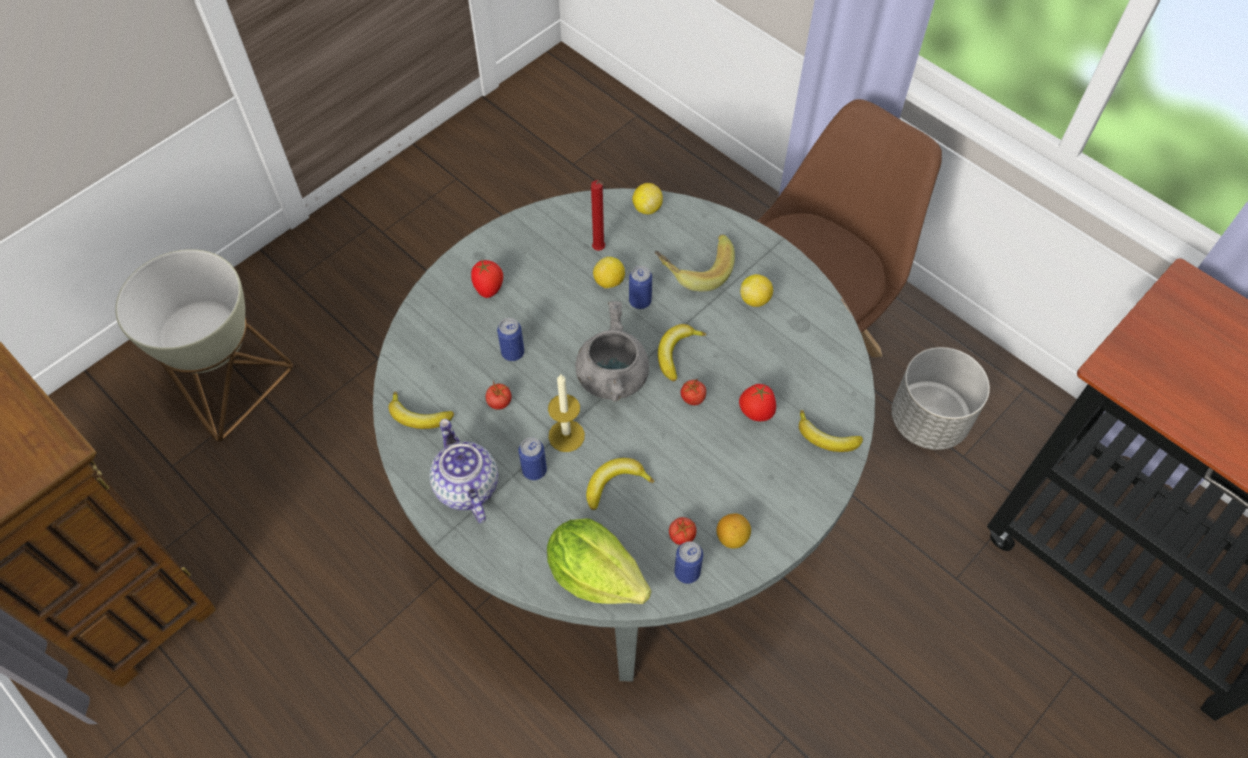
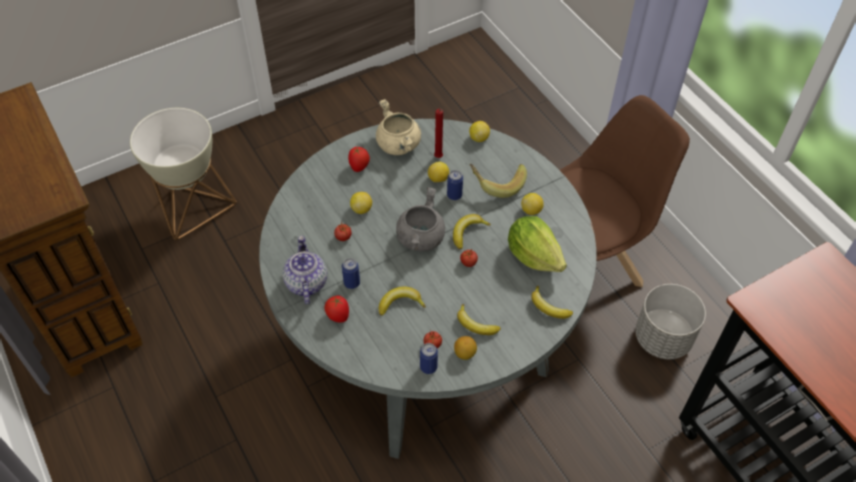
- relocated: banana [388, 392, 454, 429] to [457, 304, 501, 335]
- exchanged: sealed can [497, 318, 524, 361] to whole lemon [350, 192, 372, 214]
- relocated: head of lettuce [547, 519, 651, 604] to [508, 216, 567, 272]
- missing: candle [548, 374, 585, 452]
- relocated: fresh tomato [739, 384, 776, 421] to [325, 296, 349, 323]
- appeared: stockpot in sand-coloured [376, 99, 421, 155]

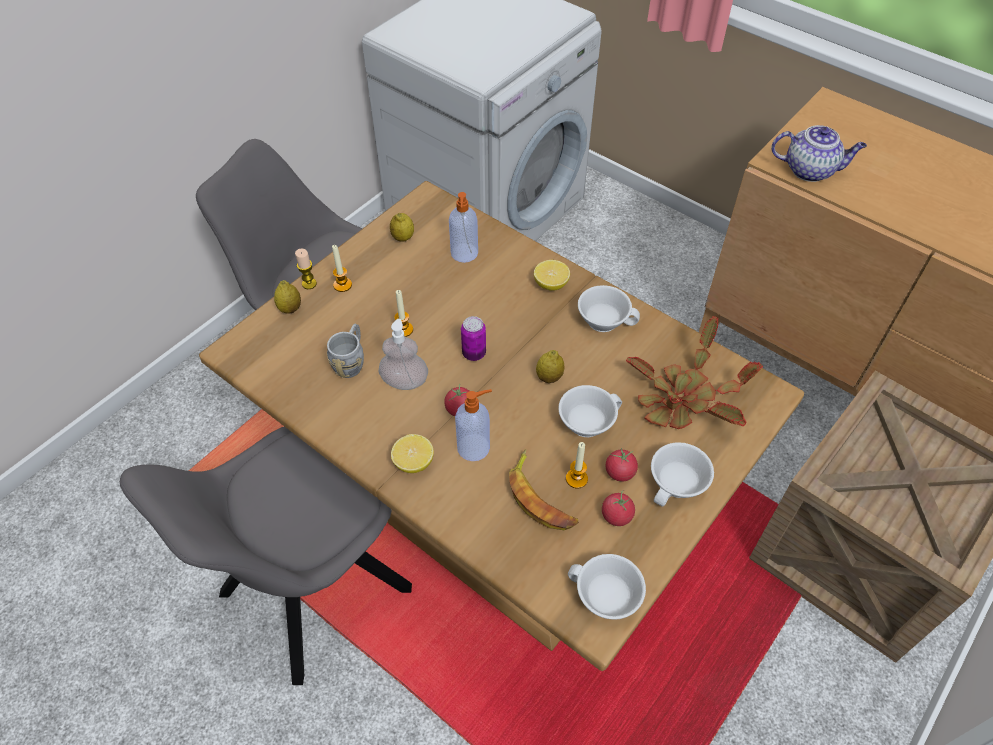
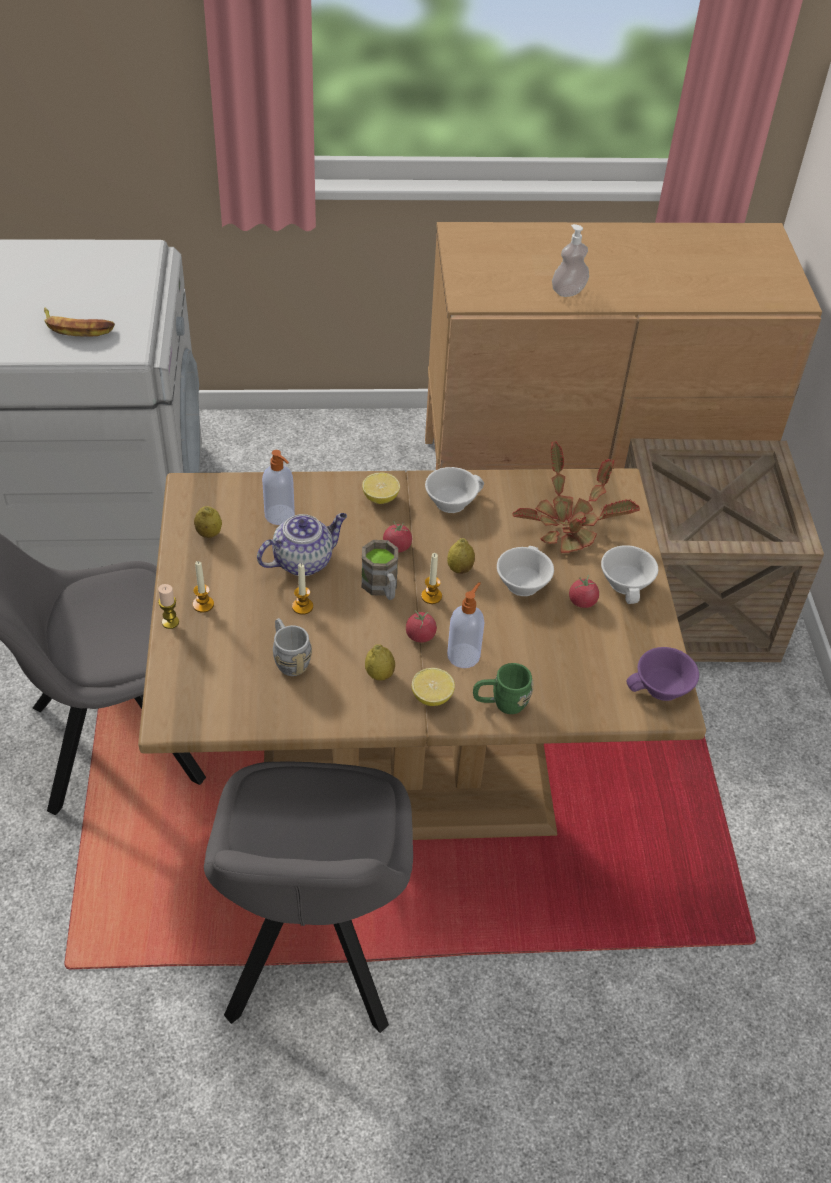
- relocated: whole lemon [274, 280, 301, 314] to [365, 644, 395, 680]
- relocated: soap dispenser [379, 319, 428, 390] to [552, 224, 589, 297]
- exchanged: sealed can [461, 316, 486, 361] to coffee mug in brown-coloured [361, 540, 398, 600]
- relocated: banana [509, 449, 579, 530] to [44, 308, 115, 337]
- relocated: candle [566, 442, 588, 489] to [421, 553, 442, 604]
- colour: small cup in white-coloured [568, 554, 646, 620] to small cup in purplish [626, 647, 699, 701]
- relocated: fresh tomato [602, 490, 635, 526] to [383, 520, 412, 552]
- relocated: pot for tea [771, 125, 867, 182] to [257, 513, 347, 576]
- appeared: coffee mug in green-coloured [473, 663, 534, 714]

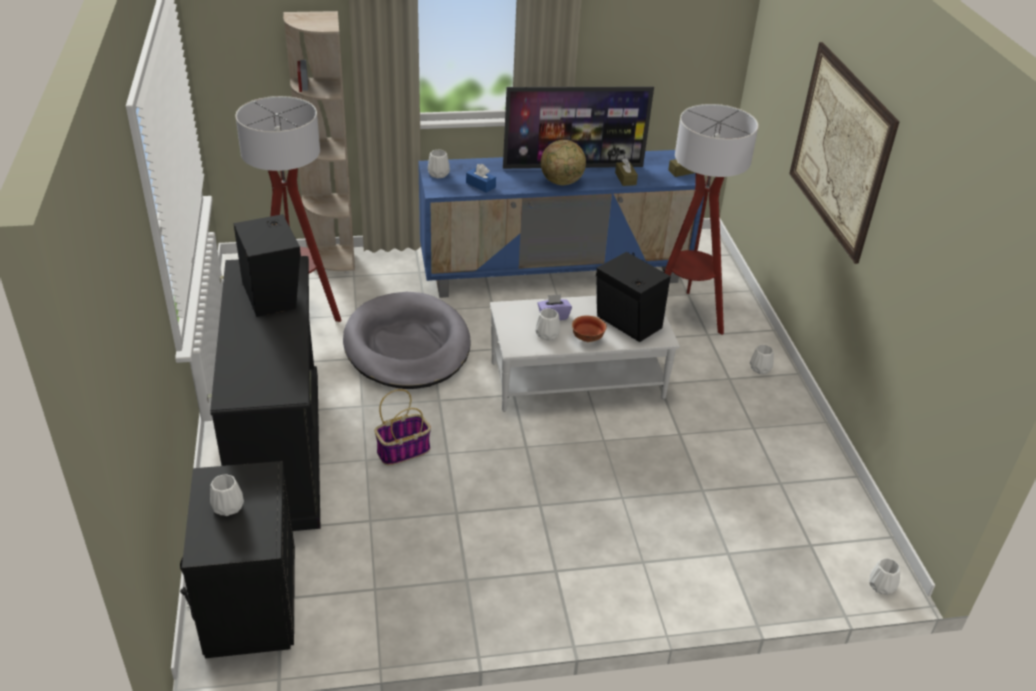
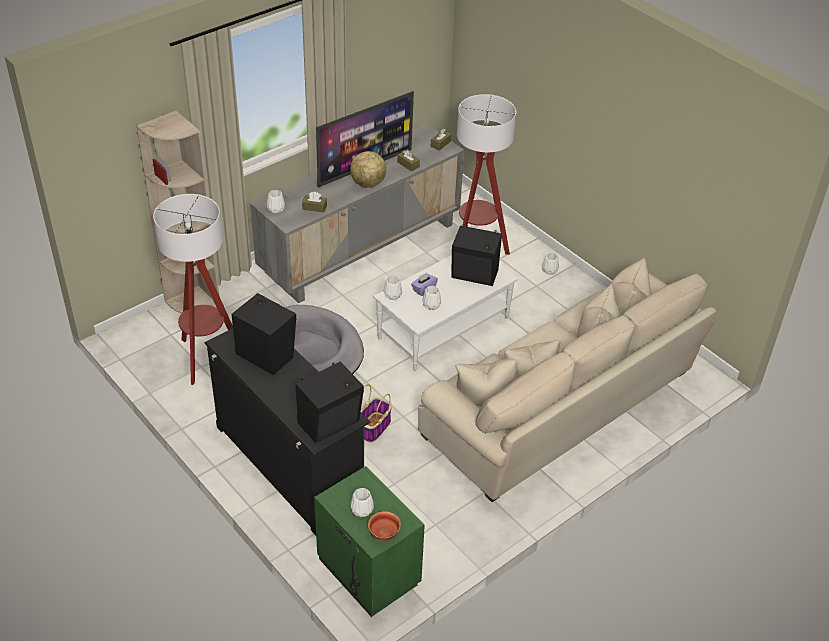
- colour: nightstand in blackish [180, 461, 295, 658] to nightstand in green-coloured [314, 466, 425, 617]
- colour: tv unit in bluish [418, 150, 706, 298] to tv unit in gray [250, 124, 464, 303]
- colour: tissue holder in bluish [466, 164, 496, 193] to tissue holder in brown-coloured [302, 192, 327, 213]
- relocated: deep dish [572, 315, 607, 342] to [368, 511, 401, 541]
- missing: wall art [789, 42, 900, 264]
- relocated: vase in white-coloured [869, 558, 900, 595] to [384, 276, 402, 300]
- appeared: audio speaker in blackish [295, 362, 364, 444]
- appeared: couch in sand-coloured [418, 258, 716, 502]

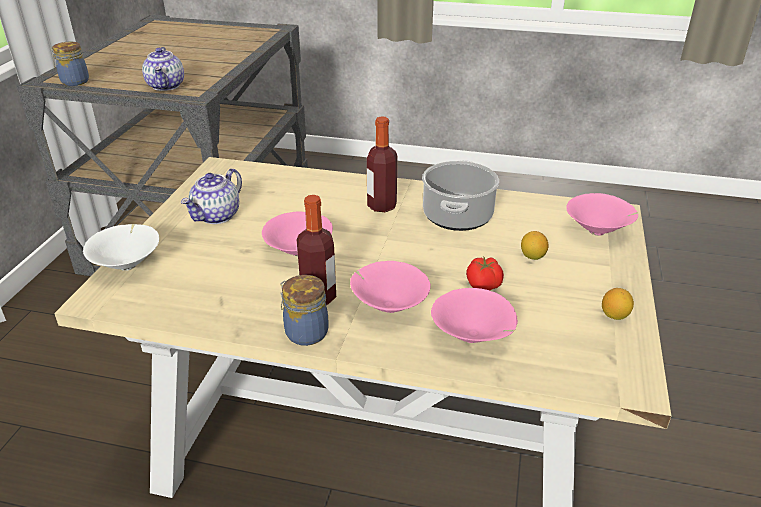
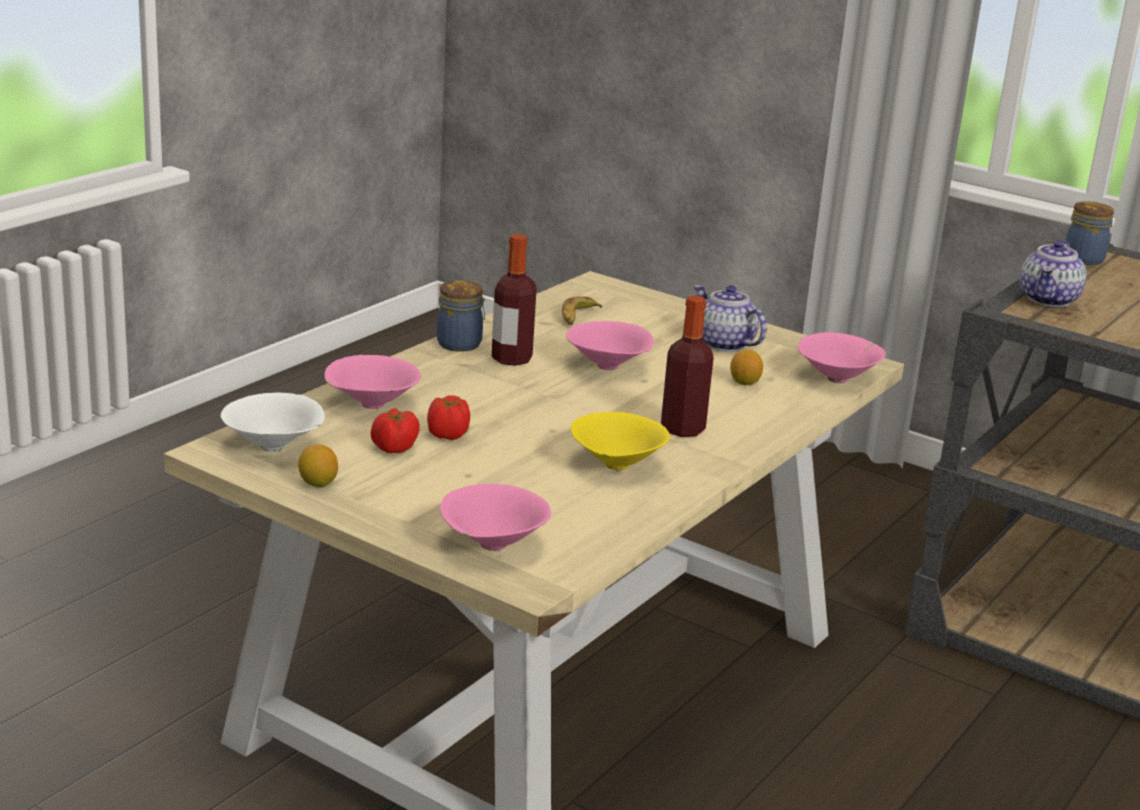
- relocated: deep dish in white-coloured [83, 224, 159, 271] to [220, 393, 325, 452]
- spun: pot for tea [142, 47, 184, 91] = [1020, 240, 1086, 307] 75 degrees counterclockwise
- relocated: deep dish in pinkish [350, 261, 431, 313] to [798, 332, 886, 383]
- exchanged: stockpot [422, 160, 499, 231] to deep dish in yellow [571, 412, 670, 470]
- relocated: whole lemon [521, 231, 548, 260] to [730, 350, 763, 385]
- appeared: fresh tomato [371, 408, 420, 453]
- appeared: banana [562, 296, 602, 325]

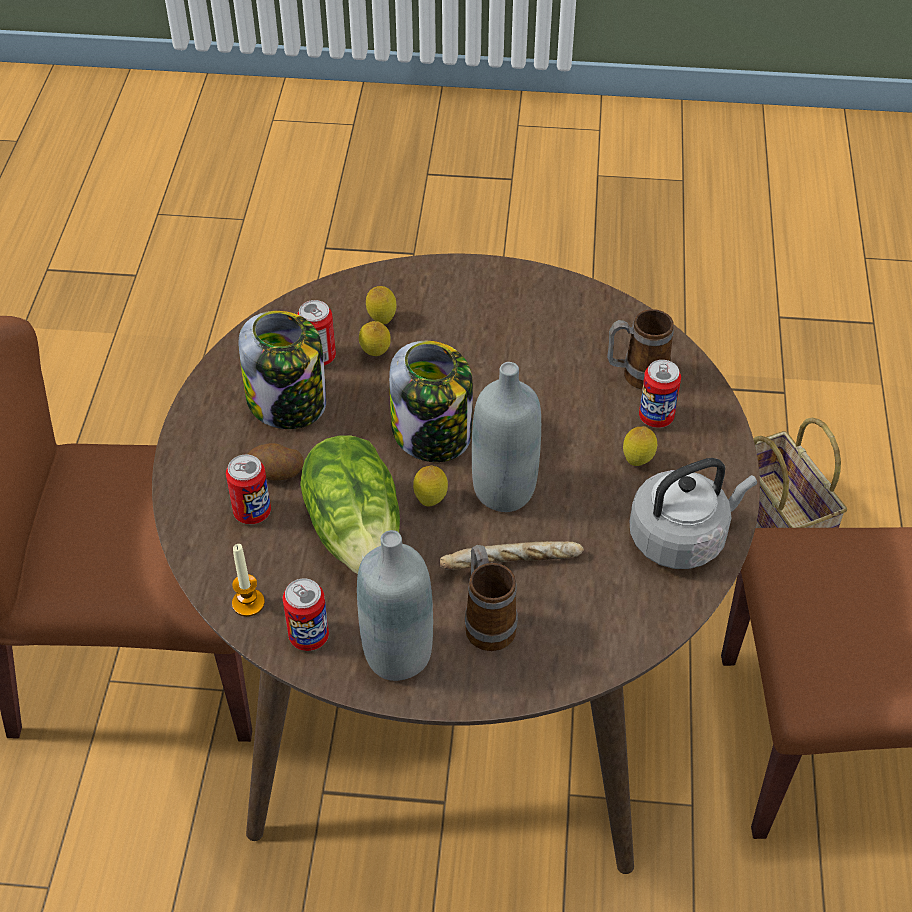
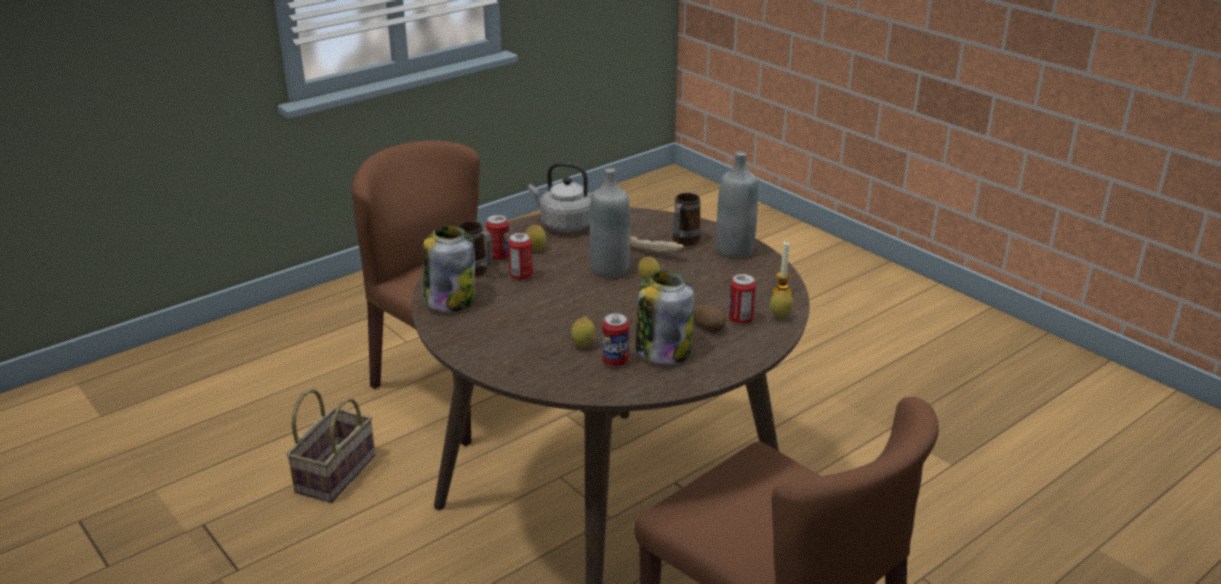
- relocated: sealed can [283, 578, 329, 651] to [508, 233, 533, 280]
- missing: head of lettuce [300, 435, 400, 574]
- relocated: whole lemon [366, 286, 396, 324] to [770, 290, 793, 318]
- relocated: preserve jar [389, 341, 473, 462] to [423, 225, 475, 312]

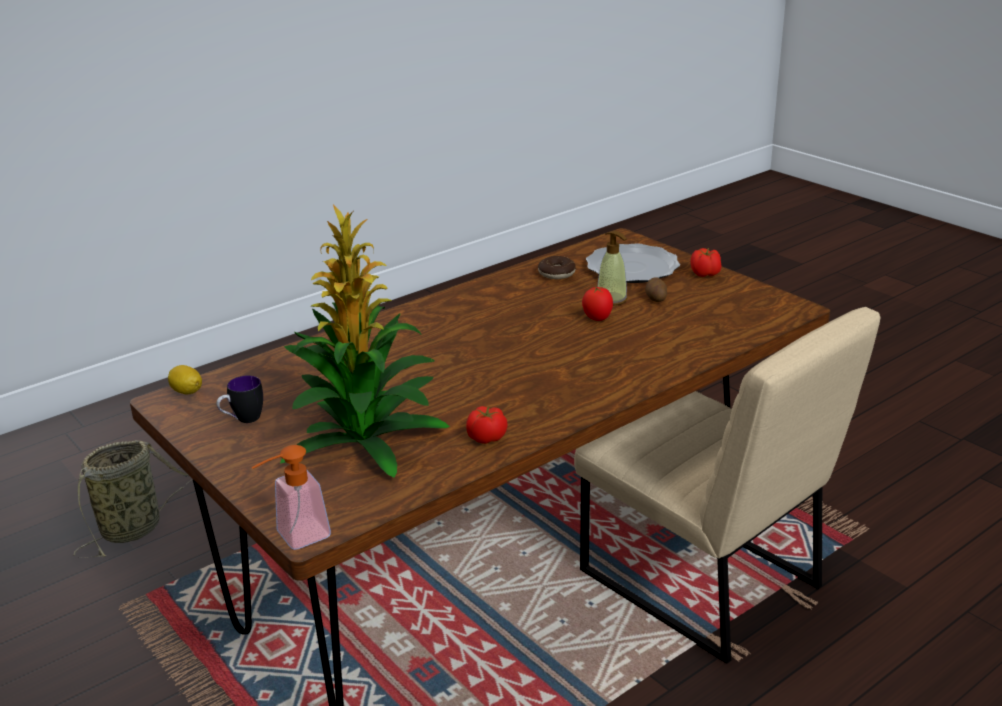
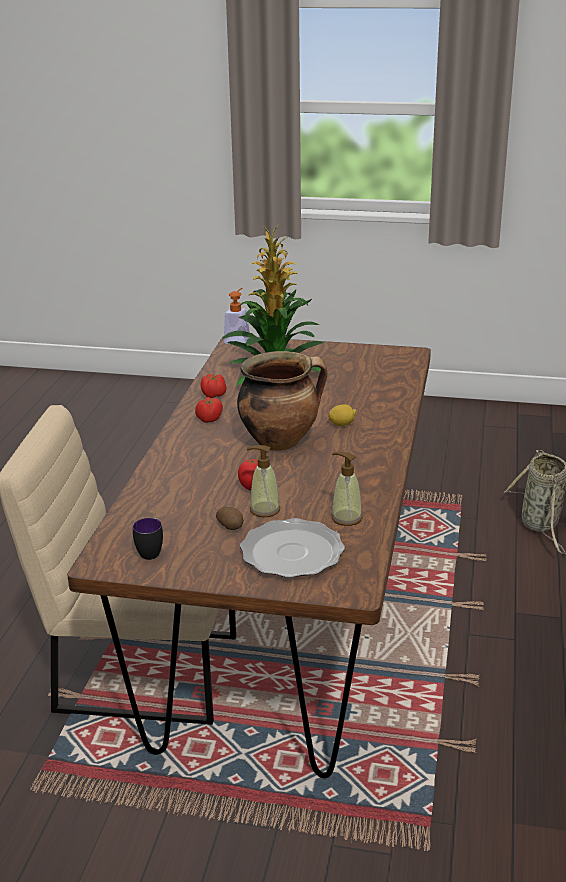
- relocated: whole lemon [168, 365, 202, 395] to [328, 404, 356, 426]
- relocated: coffee mug [216, 375, 263, 423] to [133, 518, 163, 560]
- exchanged: donut [538, 256, 576, 279] to soap dispenser [332, 451, 363, 526]
- relocated: fresh tomato [690, 248, 721, 277] to [195, 397, 223, 423]
- appeared: stockpot [237, 351, 327, 451]

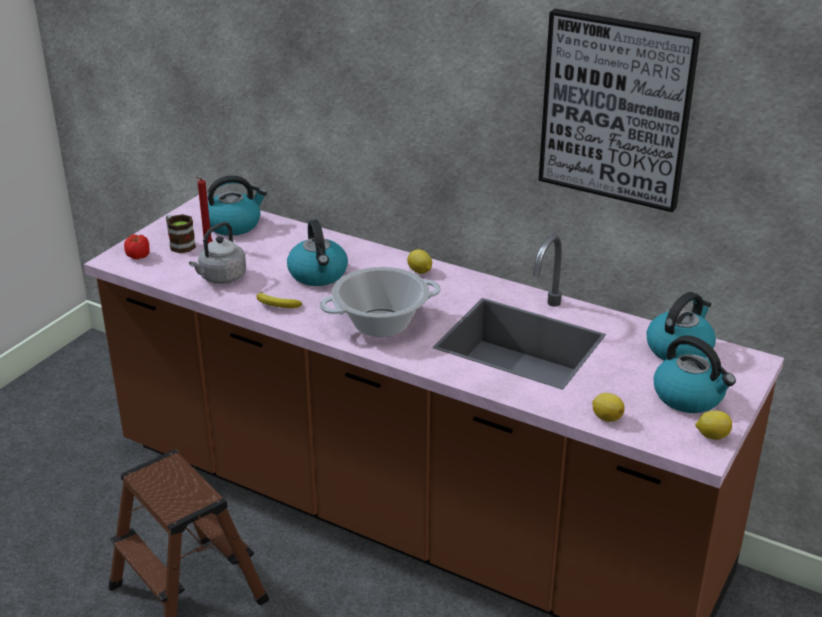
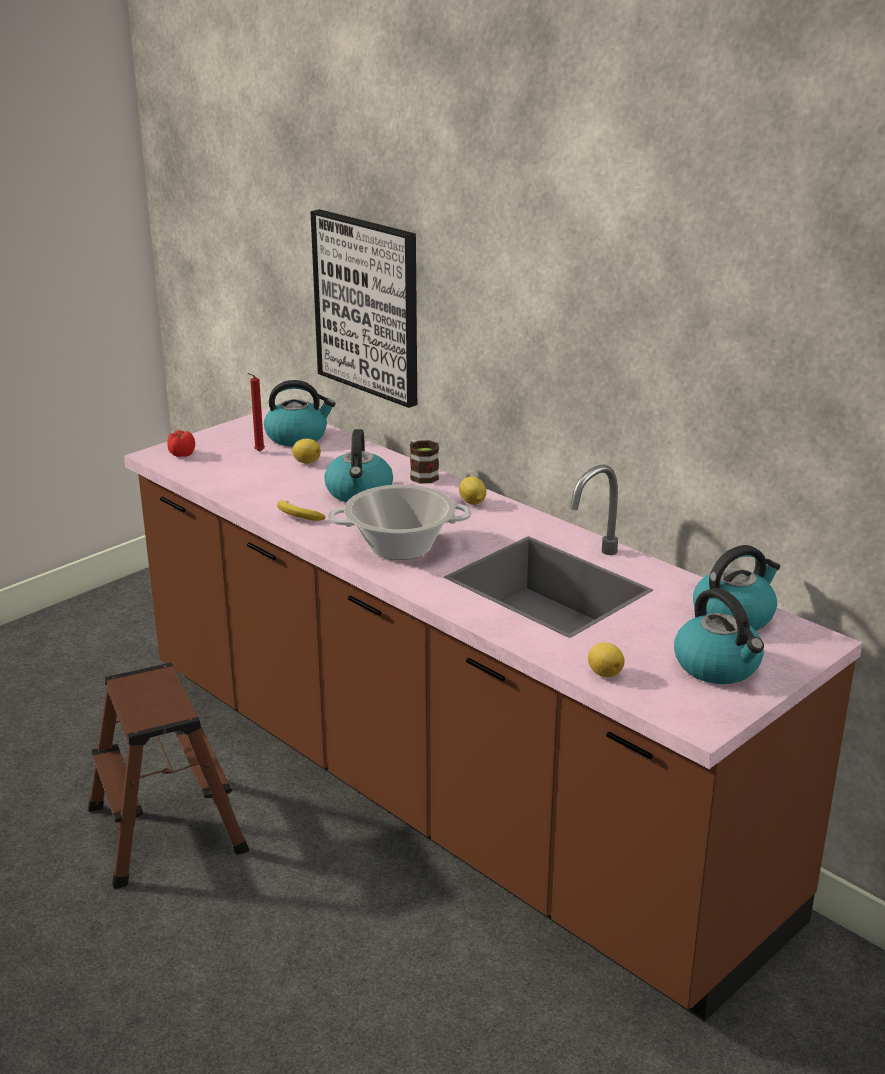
- relocated: coffee mug [166, 214, 196, 253] to [410, 440, 439, 483]
- missing: water kettle in gray [189, 222, 246, 284]
- relocated: wall art [539, 9, 701, 212] to [310, 209, 417, 408]
- relocated: whole lemon [695, 411, 732, 440] to [292, 439, 321, 464]

